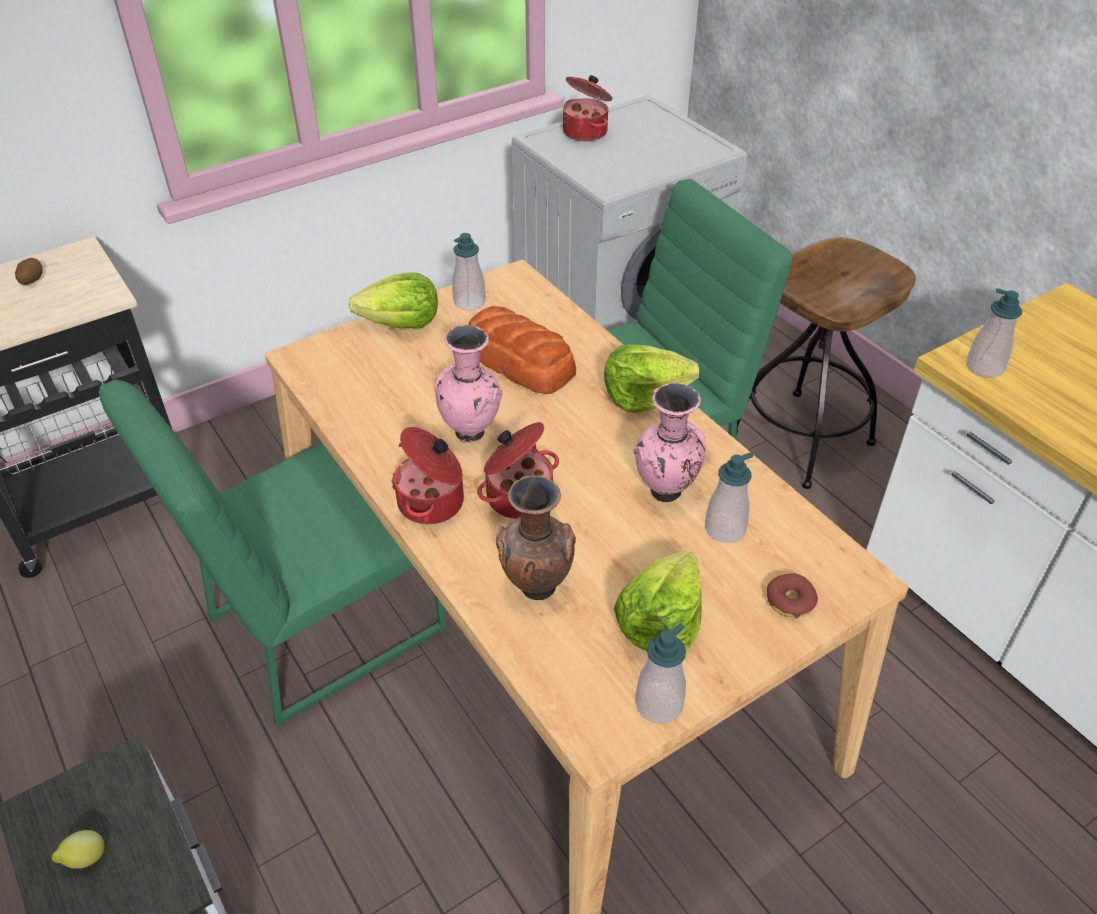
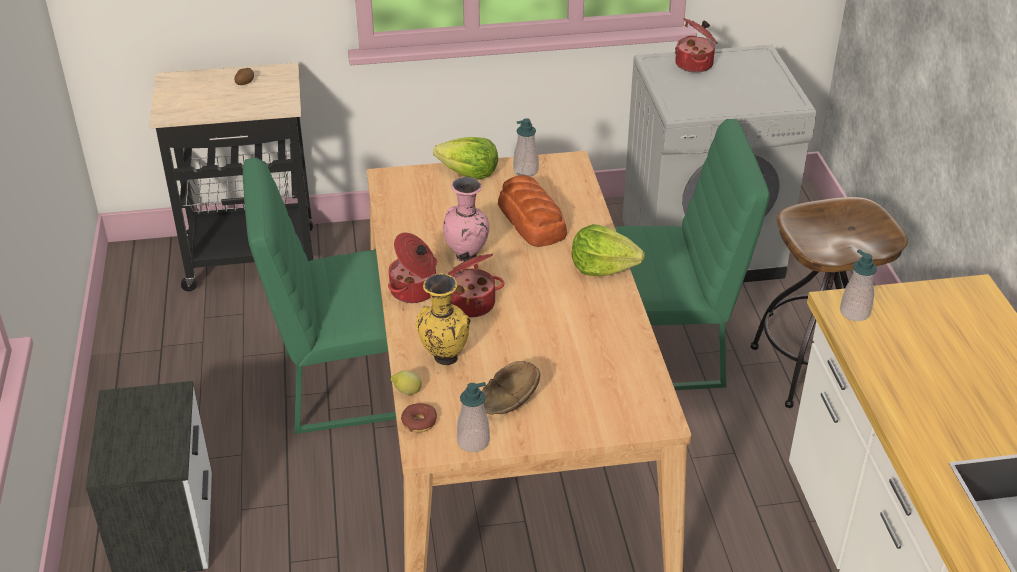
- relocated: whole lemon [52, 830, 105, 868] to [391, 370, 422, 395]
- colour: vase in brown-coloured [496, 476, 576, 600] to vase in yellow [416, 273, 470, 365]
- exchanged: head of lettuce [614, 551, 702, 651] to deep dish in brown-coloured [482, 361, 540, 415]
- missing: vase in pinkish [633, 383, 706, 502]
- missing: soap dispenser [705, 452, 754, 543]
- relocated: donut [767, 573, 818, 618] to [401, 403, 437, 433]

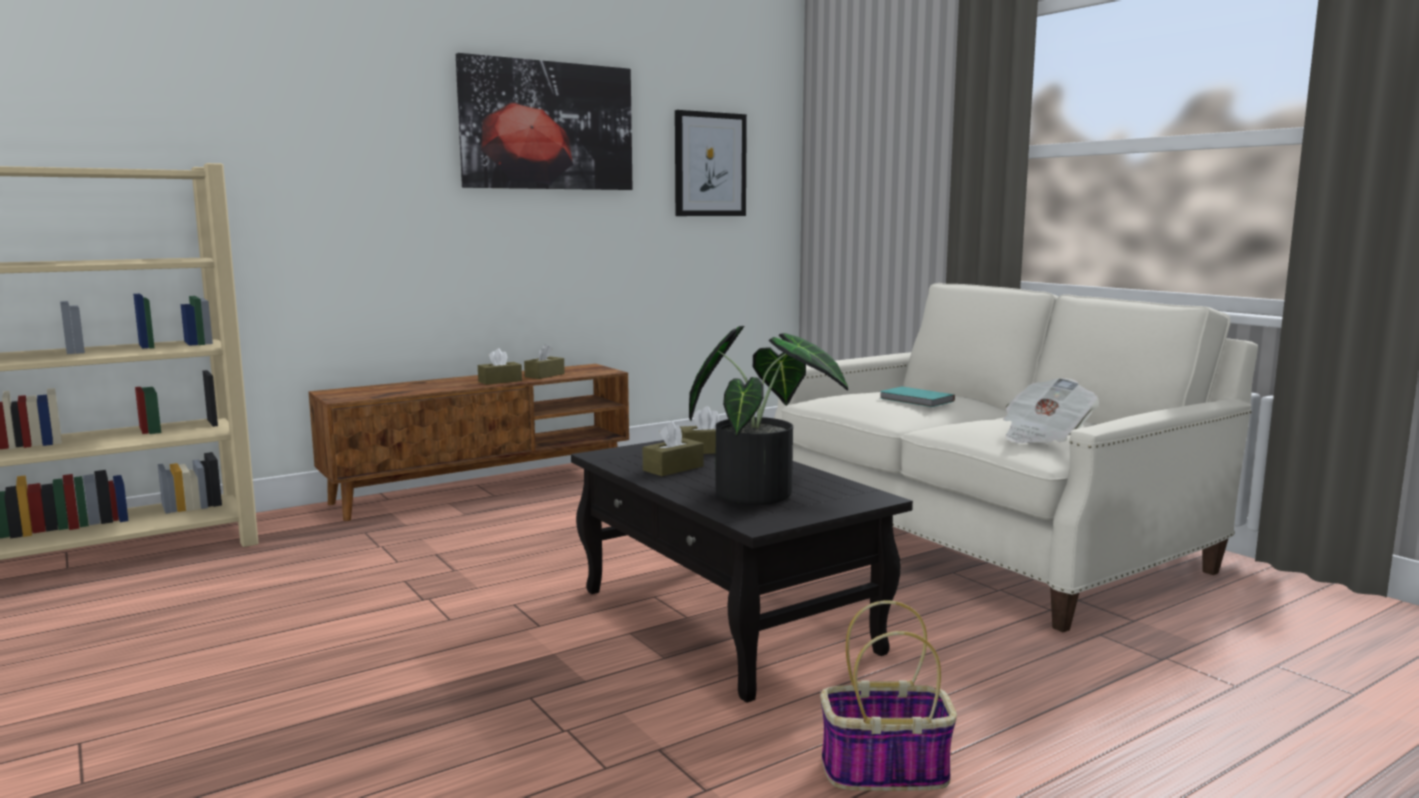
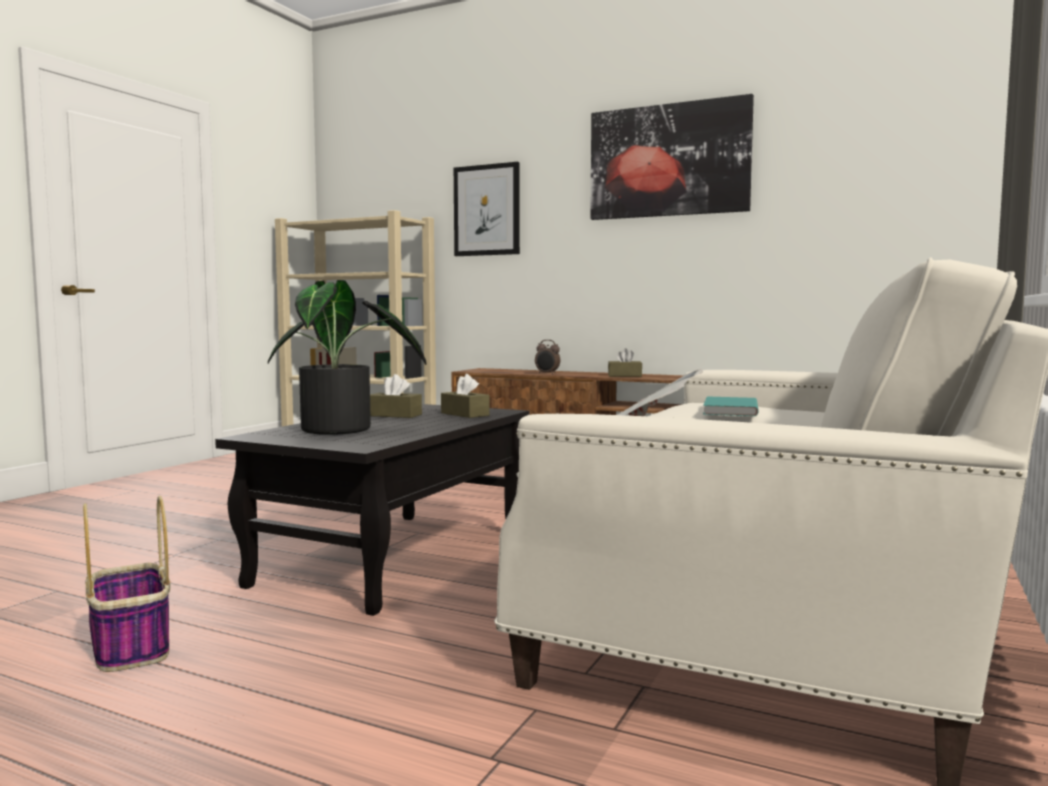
- missing: tissue holder in brown-coloured [478, 348, 522, 385]
- relocated: wall art [675, 110, 747, 216] to [454, 162, 520, 256]
- appeared: alarm clock [535, 340, 560, 374]

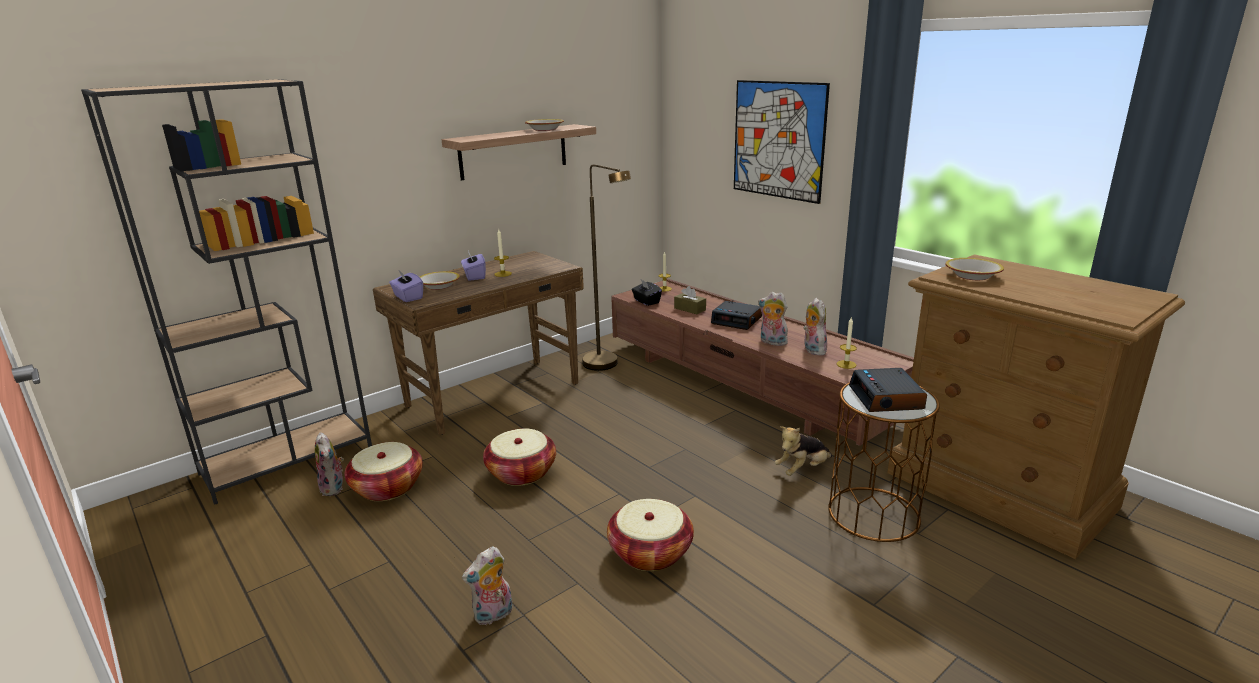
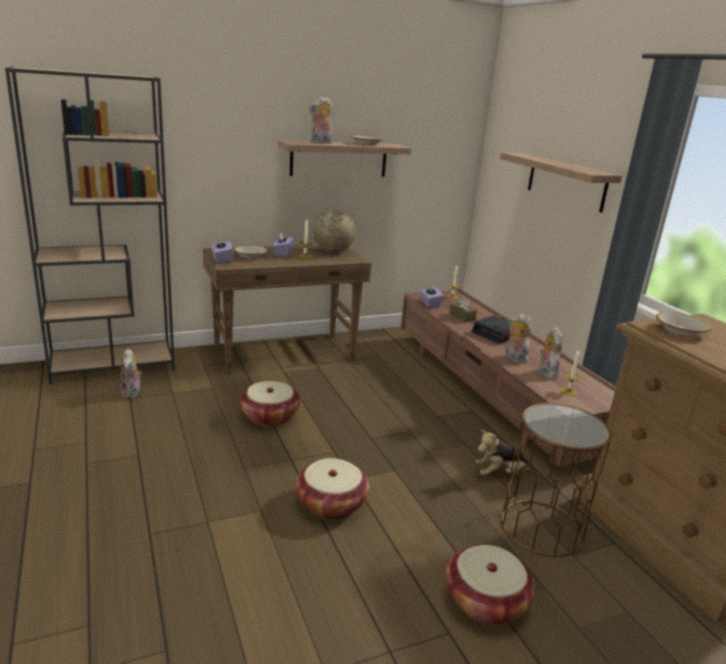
- relocated: basket [345, 442, 423, 501] to [446, 545, 535, 625]
- relocated: cuddly toy [462, 546, 513, 626] to [308, 97, 332, 144]
- missing: standing lamp in brown-coloured [582, 164, 631, 371]
- colour: tissue holder in blackish [632, 280, 662, 306] to tissue holder in purplish [420, 284, 443, 307]
- exchanged: wall art [734, 80, 830, 204] to shelf [500, 153, 622, 213]
- missing: alarm clock [849, 368, 927, 412]
- appeared: globe [314, 210, 356, 253]

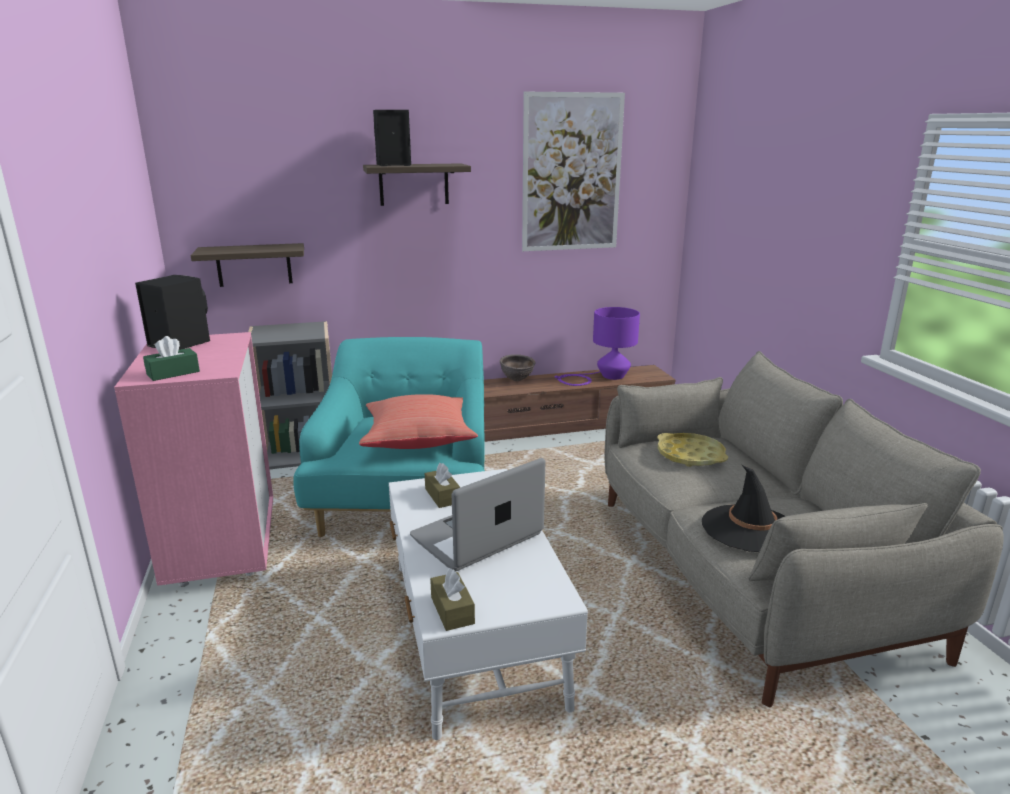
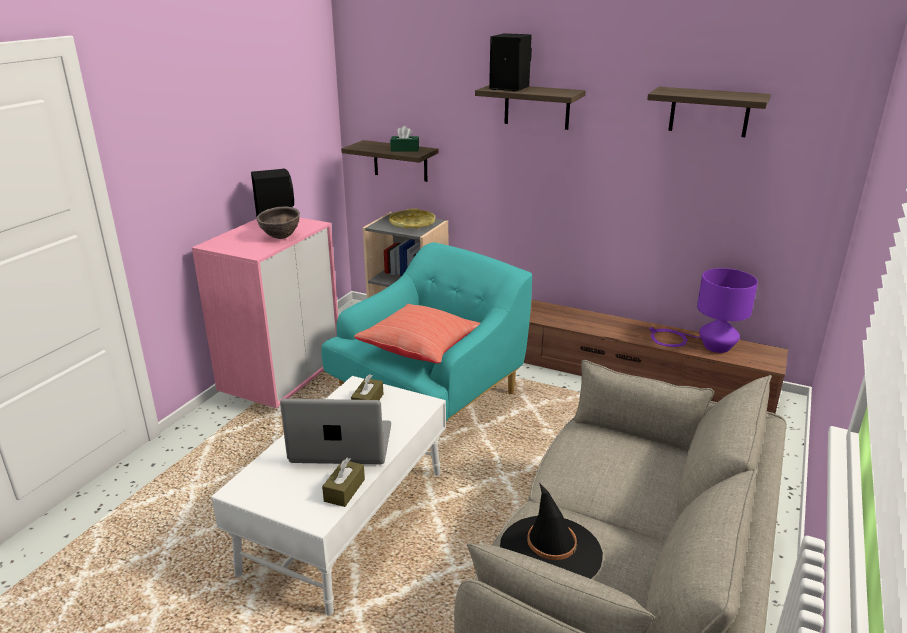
- relocated: tissue holder in green-coloured [143, 336, 200, 381] to [390, 126, 419, 152]
- relocated: tissue holder in brown-coloured [430, 568, 475, 631] to [322, 458, 365, 507]
- relocated: deep dish in brown-coloured [500, 354, 536, 381] to [257, 207, 300, 239]
- exchanged: wall art [522, 92, 625, 251] to shelf [647, 87, 771, 137]
- relocated: tray in yellow [657, 433, 728, 467] to [389, 208, 435, 229]

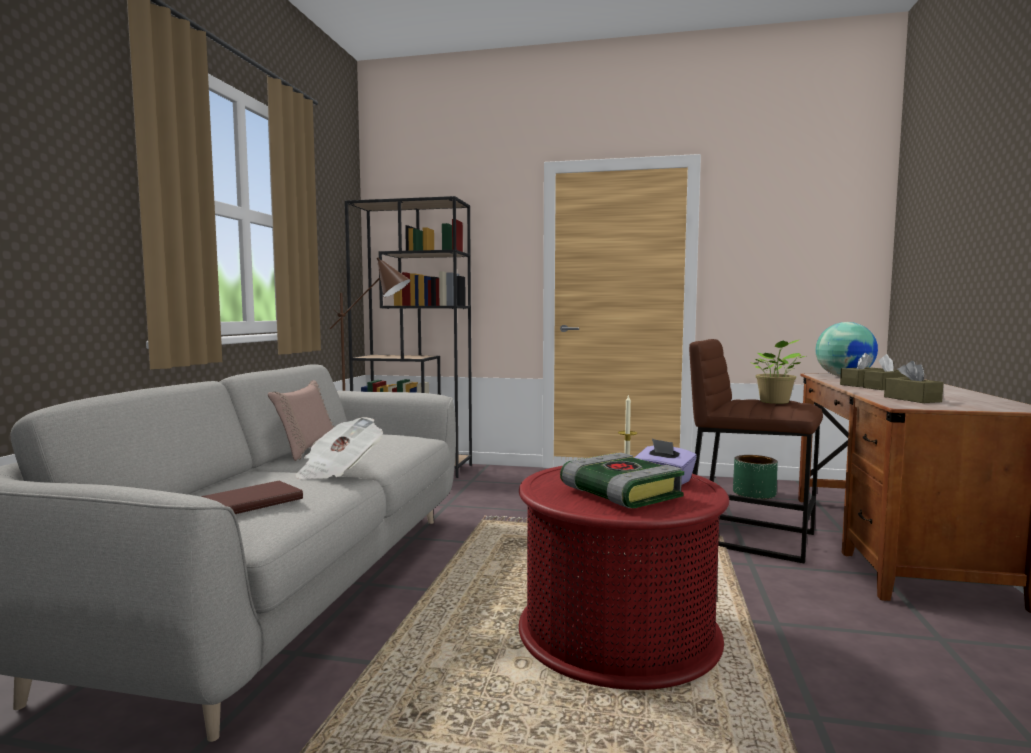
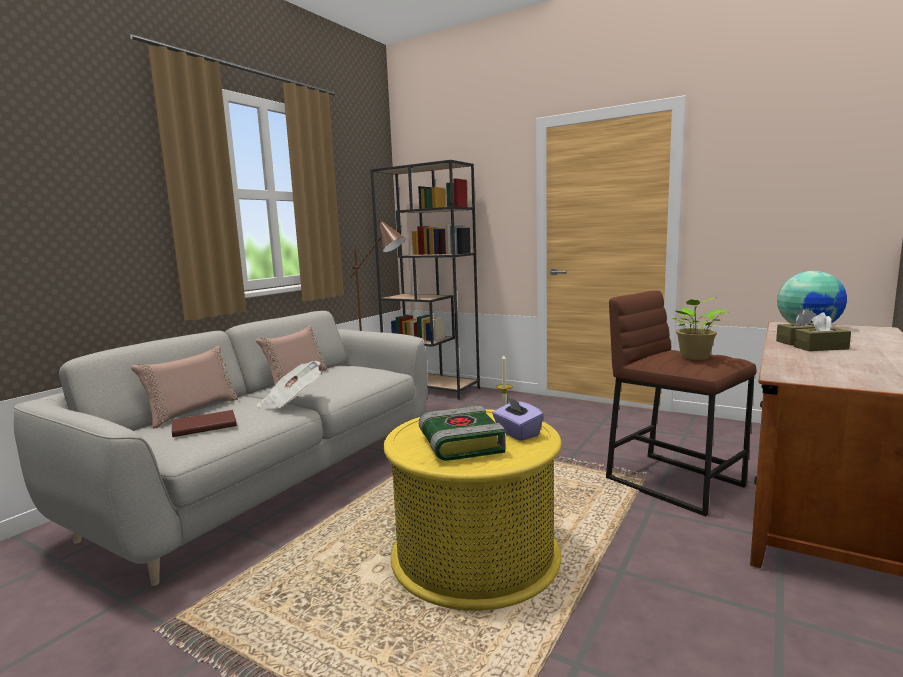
- colour: low table in red-coloured [519, 466, 729, 690] to low table in yellow [383, 409, 562, 611]
- missing: plant pot in green-coloured [733, 455, 778, 500]
- missing: tissue holder in brown-coloured [884, 361, 944, 403]
- appeared: throw pillow in sand-coloured [131, 346, 238, 429]

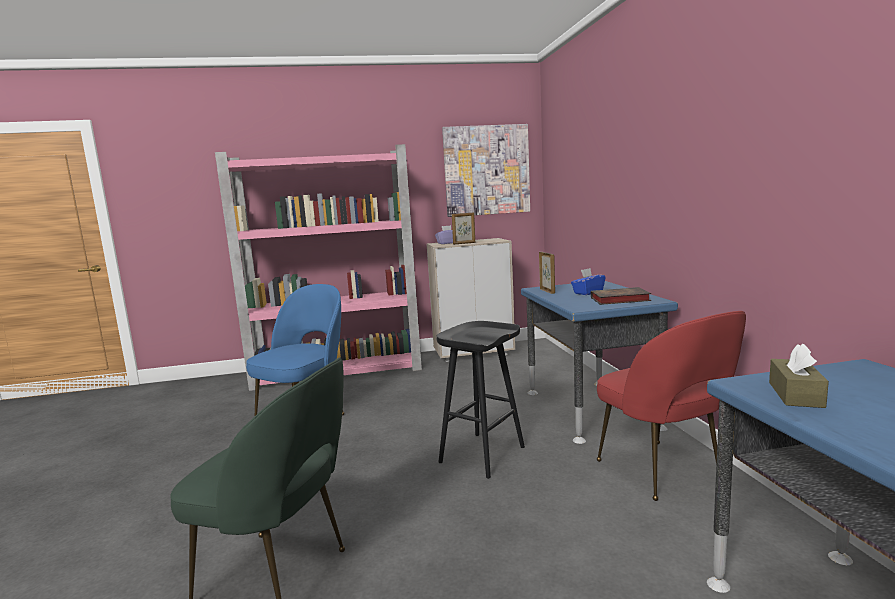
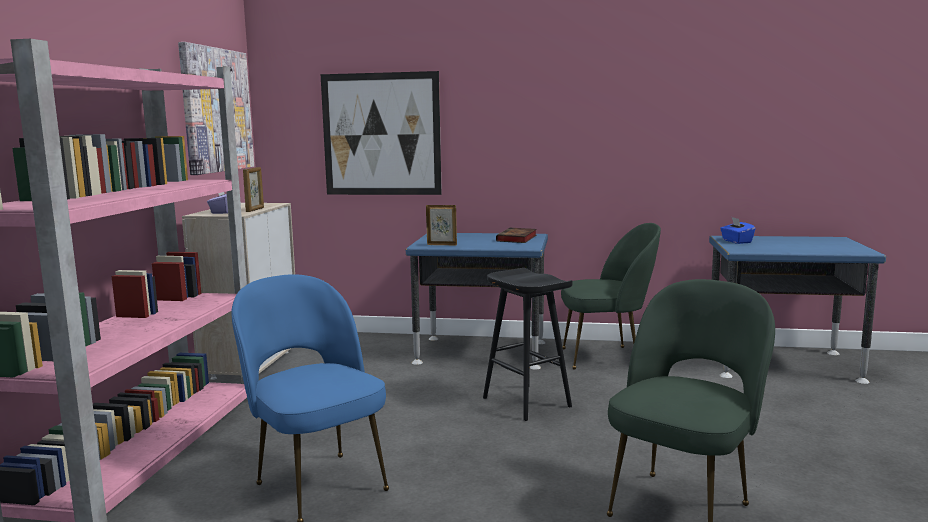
- relocated: tissue holder in bluish [571, 268, 606, 295] to [720, 217, 756, 244]
- colour: chair in red-coloured [597, 311, 746, 501] to chair in green-coloured [561, 223, 661, 370]
- missing: tissue holder in brown-coloured [769, 343, 829, 408]
- appeared: wall art [320, 71, 442, 195]

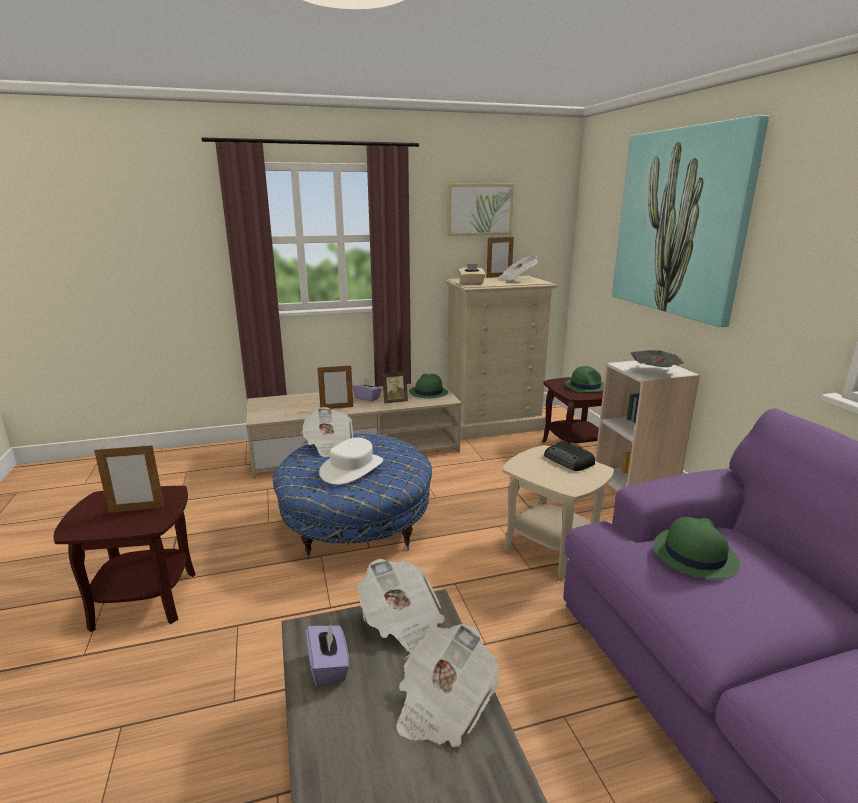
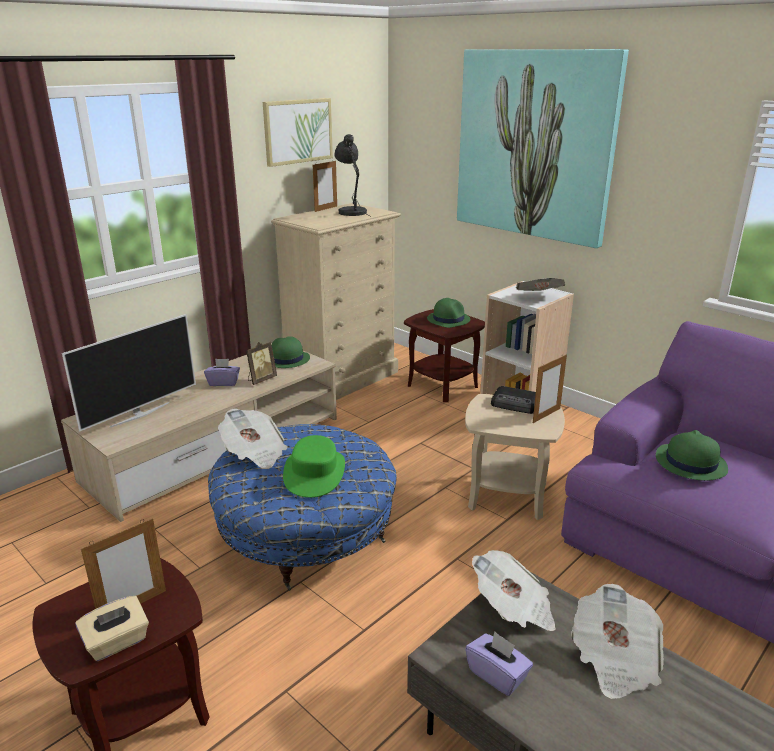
- relocated: standing frame [318, 366, 353, 409] to [533, 354, 567, 423]
- colour: hat in white-coloured [319, 438, 383, 485] to hat in green-coloured [283, 435, 345, 498]
- relocated: tissue holder in sand-coloured [458, 264, 486, 285] to [75, 596, 149, 661]
- exchanged: printed paper [495, 255, 538, 281] to table lamp in gray [334, 134, 367, 216]
- appeared: TV [62, 314, 196, 431]

